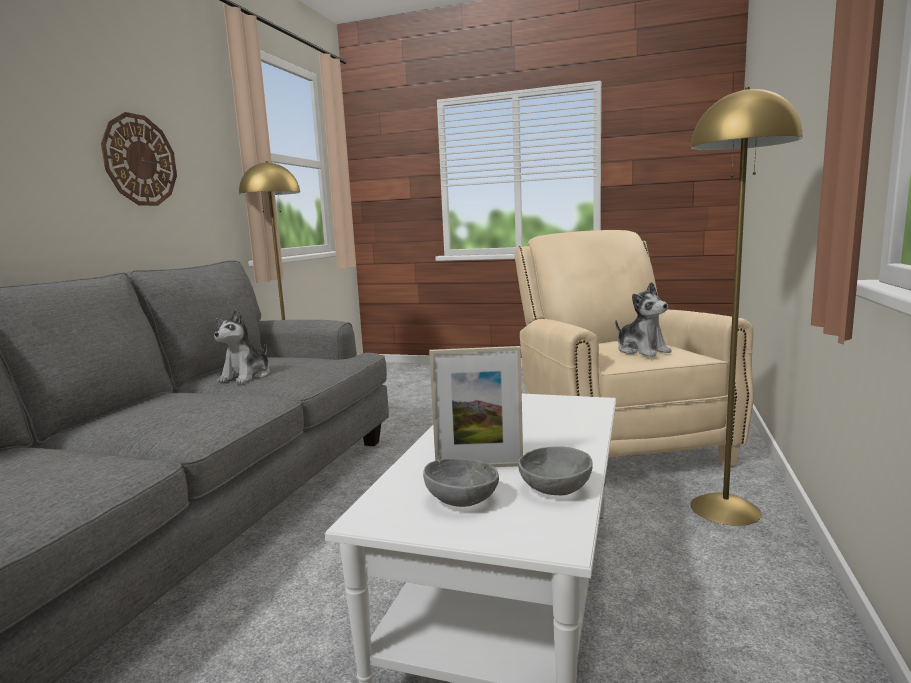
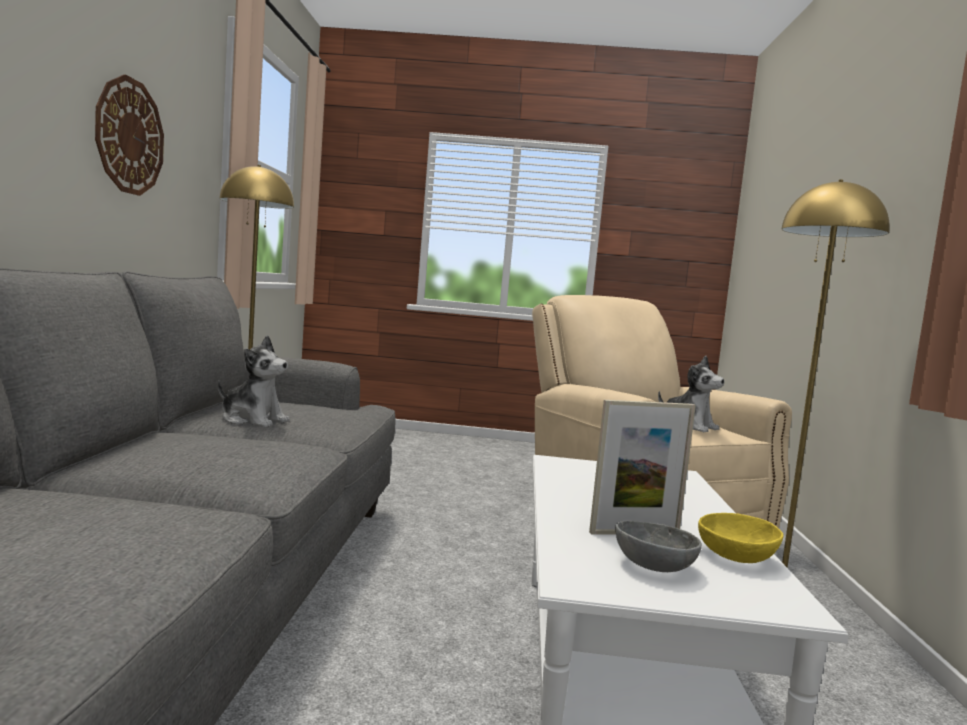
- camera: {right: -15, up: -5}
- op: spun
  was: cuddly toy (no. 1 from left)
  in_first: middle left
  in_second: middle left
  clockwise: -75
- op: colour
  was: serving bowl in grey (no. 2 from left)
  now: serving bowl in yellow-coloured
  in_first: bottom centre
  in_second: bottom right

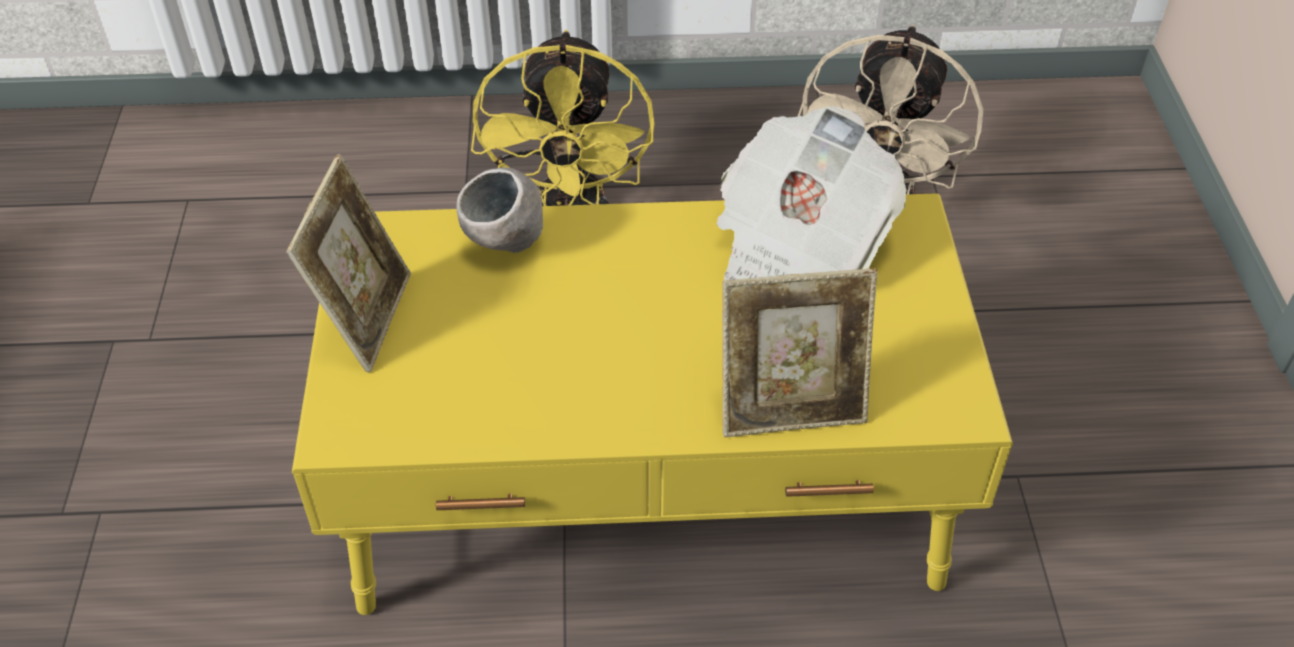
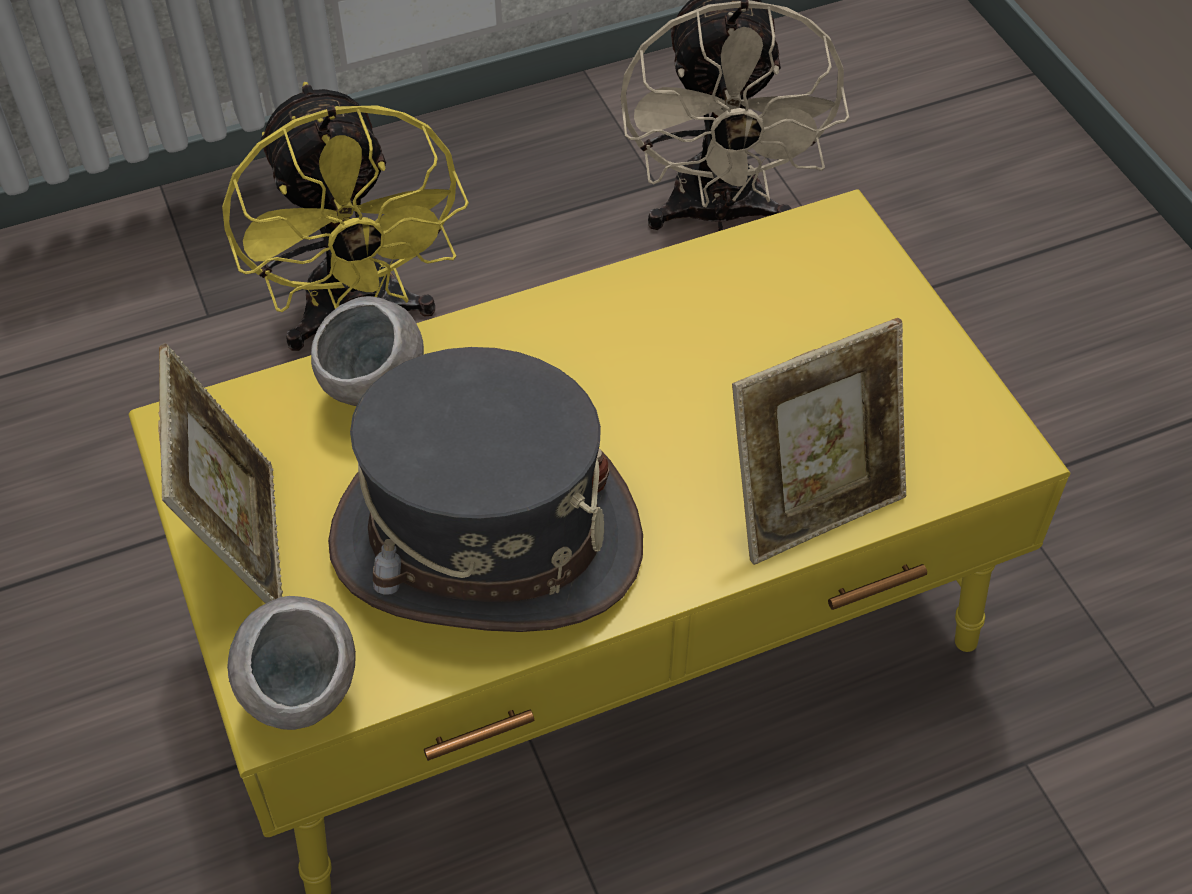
- camera: {right: -20, up: 5}
- op: missing
  was: daily paper
  in_first: top centre
- op: appeared
  now: serving bowl in grey (no. 1 from left)
  in_second: bottom left
- op: appeared
  now: wearable hat in grey
  in_second: centre

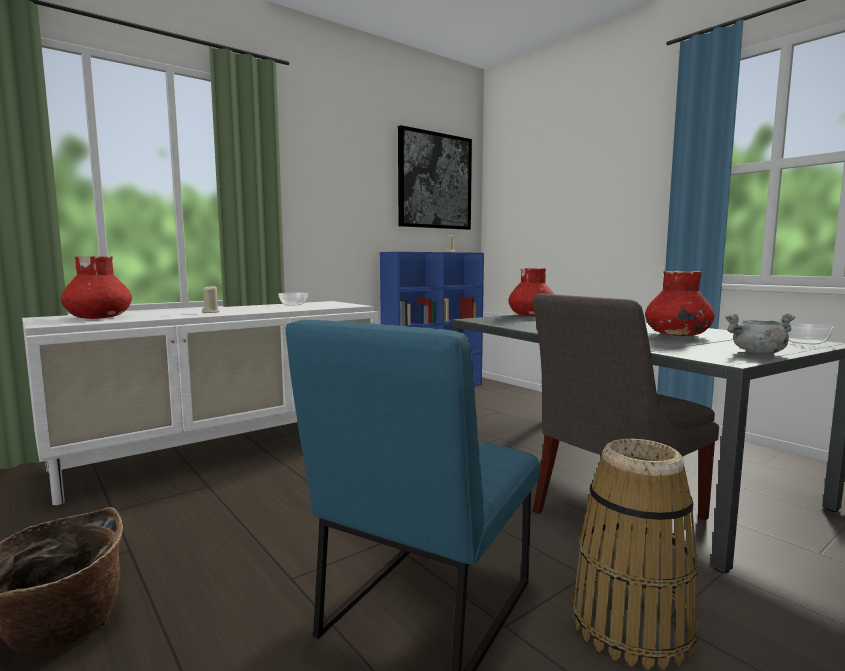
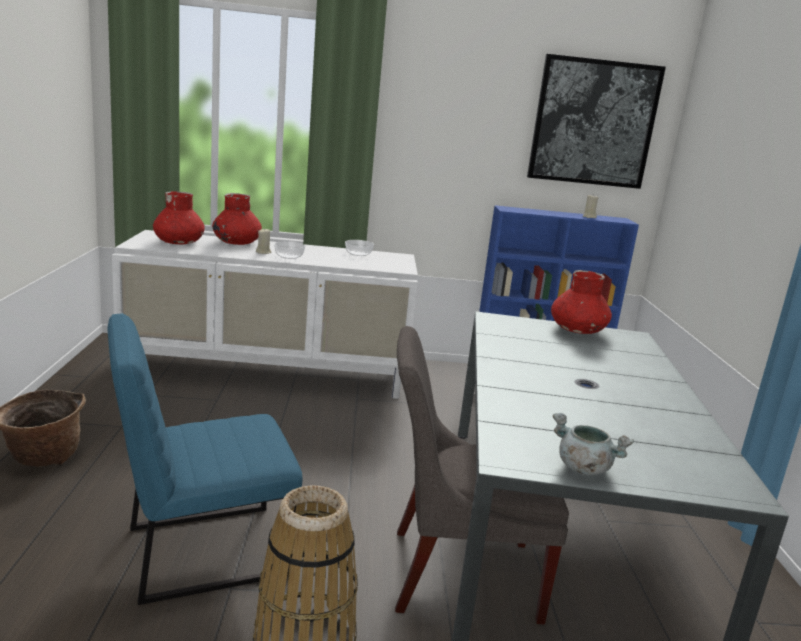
- camera: {right: 35, up: 10}
- op: relocated
  was: flower vase in red (no. 3 from left in the first image)
  now: flower vase in red (no. 2 from left)
  in_first: middle right
  in_second: middle left
- op: relocated
  was: serving bowl (no. 2 from left in the first image)
  now: serving bowl (no. 1 from left)
  in_first: middle right
  in_second: centre

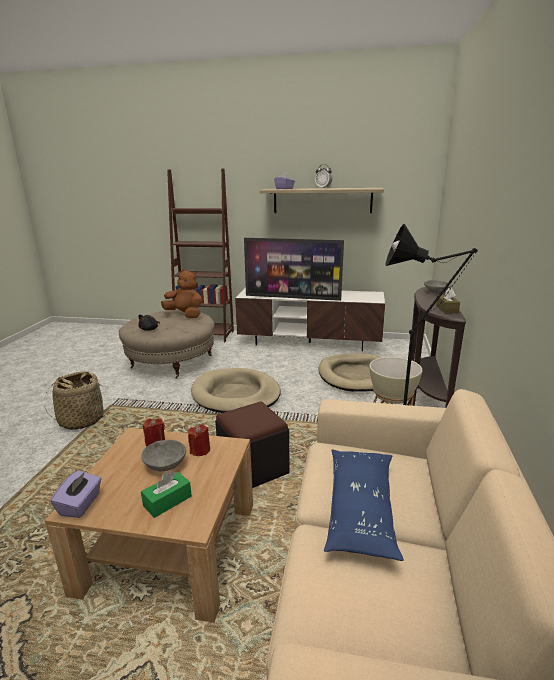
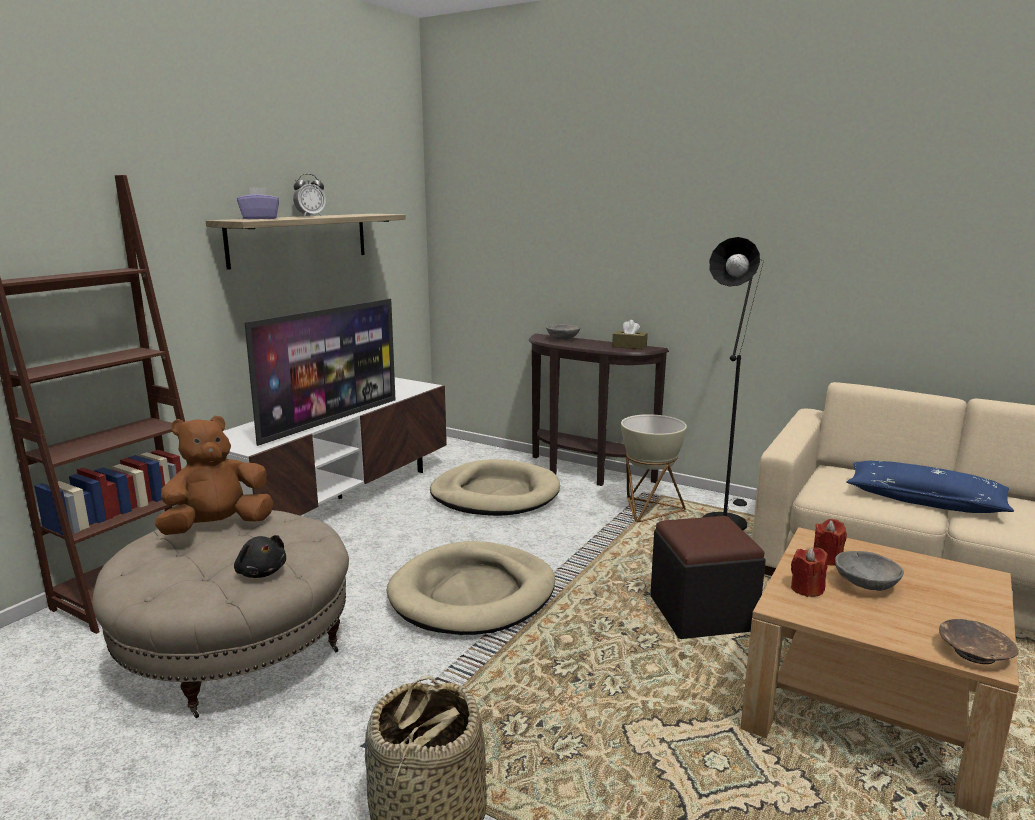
- camera: {right: -70, up: -5}
- op: exchanged
  was: tissue holder in purple (no. 1 from left)
  now: serving bowl in brown-coloured
  in_first: bottom left
  in_second: bottom right
- op: missing
  was: tissue holder in green-coloured
  in_first: bottom left

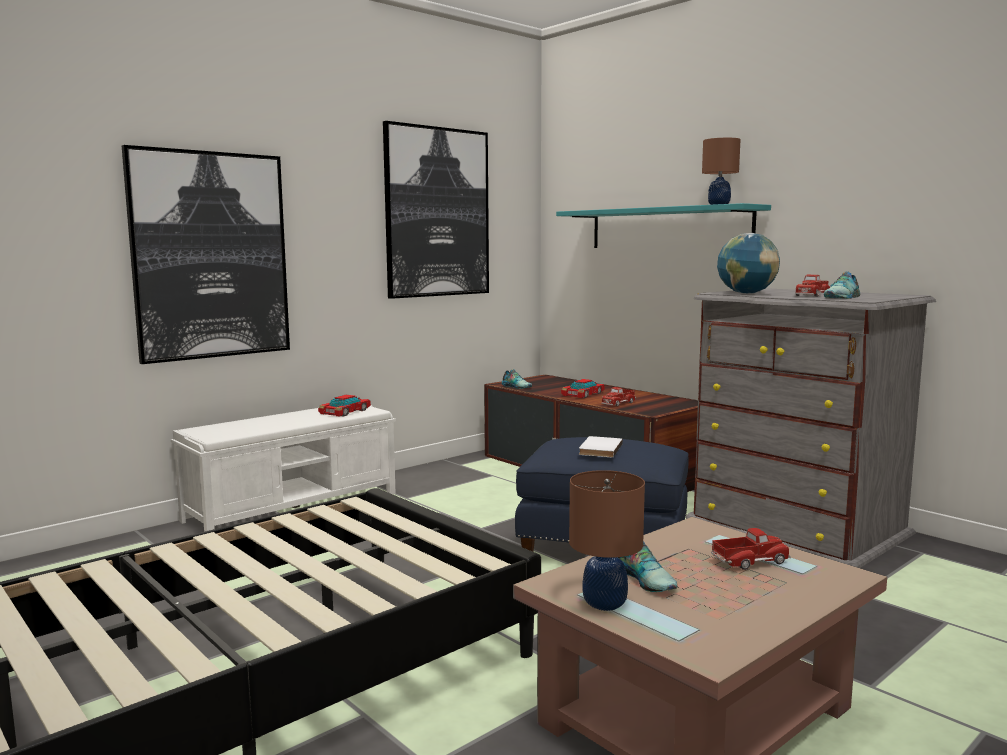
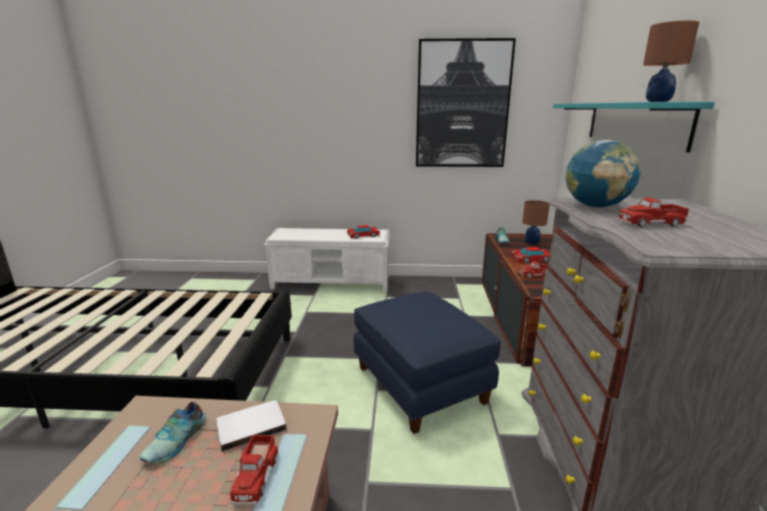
- camera: {right: 45, up: 10}
- op: missing
  was: wall picture (no. 1 from left)
  in_first: middle left
- op: relocated
  was: tabletop lamp in brown-coloured (no. 1 from left)
  in_first: bottom centre
  in_second: middle right
- op: relocated
  was: book in whitish
  in_first: centre
  in_second: bottom left
- op: spun
  was: toy lorry (no. 2 from left in the first image)
  in_first: bottom right
  in_second: bottom left
  clockwise: 60
- op: missing
  was: low shoe (no. 3 from left)
  in_first: middle right

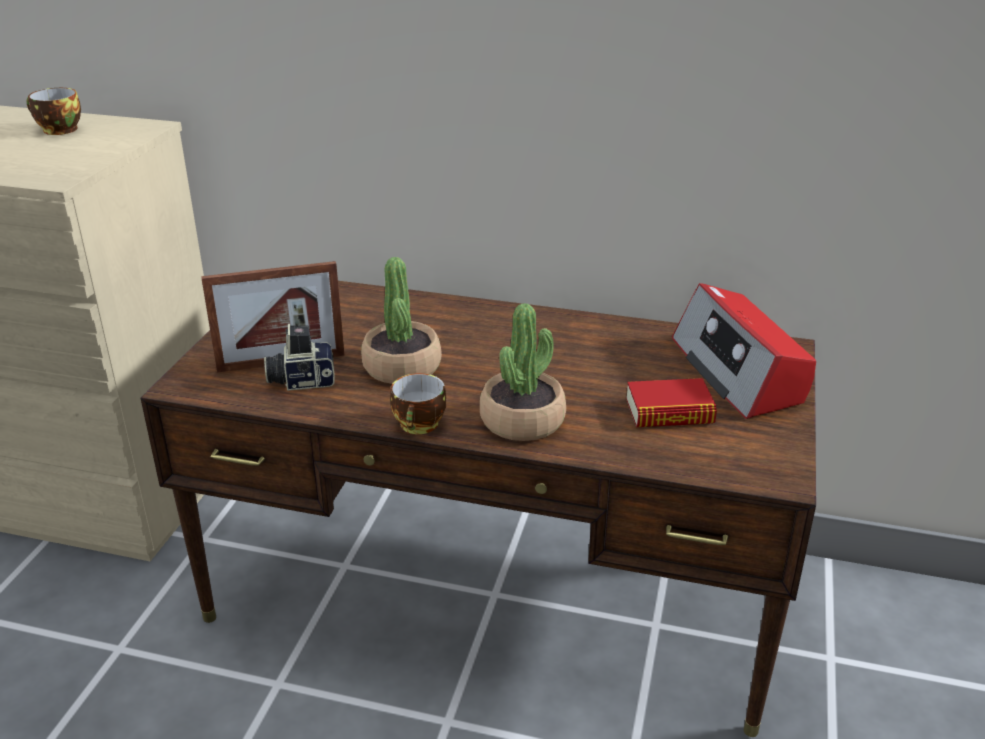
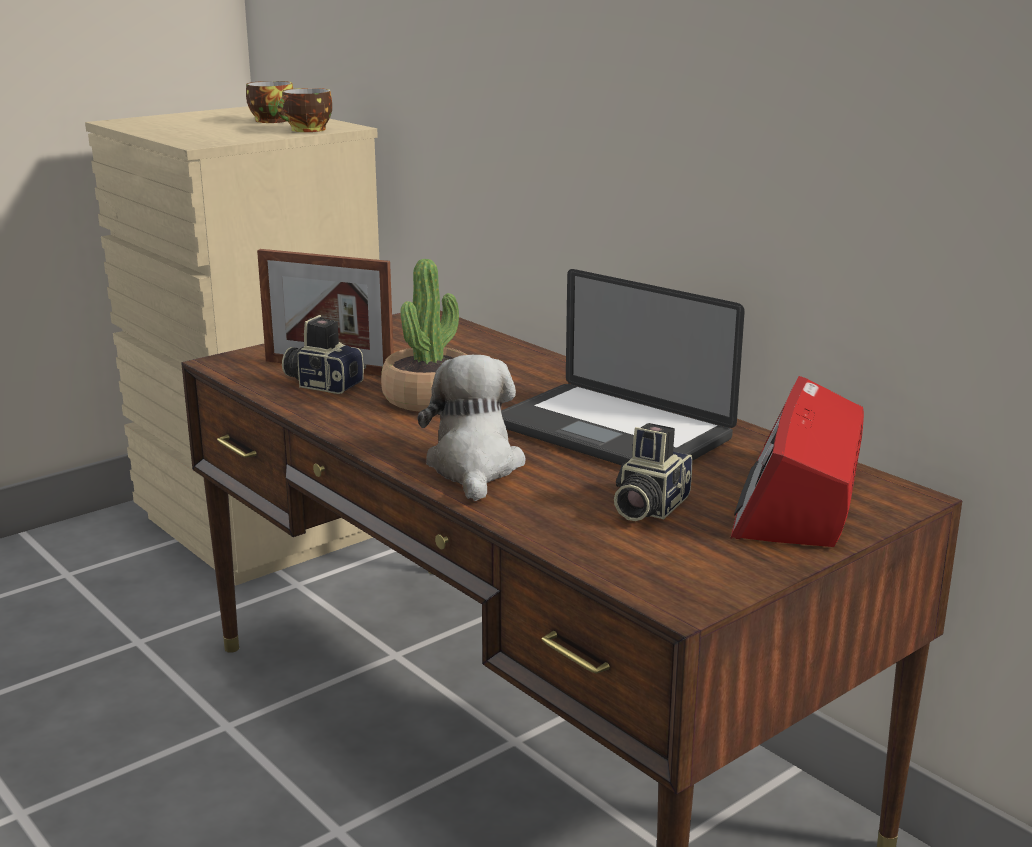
- camera: {right: 35, up: -10}
- op: relocated
  was: cup (no. 2 from left)
  in_first: centre
  in_second: top left
- op: exchanged
  was: plant in a pot (no. 2 from left)
  now: cuddly toy
  in_first: centre
  in_second: centre
- op: exchanged
  was: book
  now: photo camera (no. 2 from left)
  in_first: middle right
  in_second: centre
- op: appeared
  now: laptop
  in_second: centre

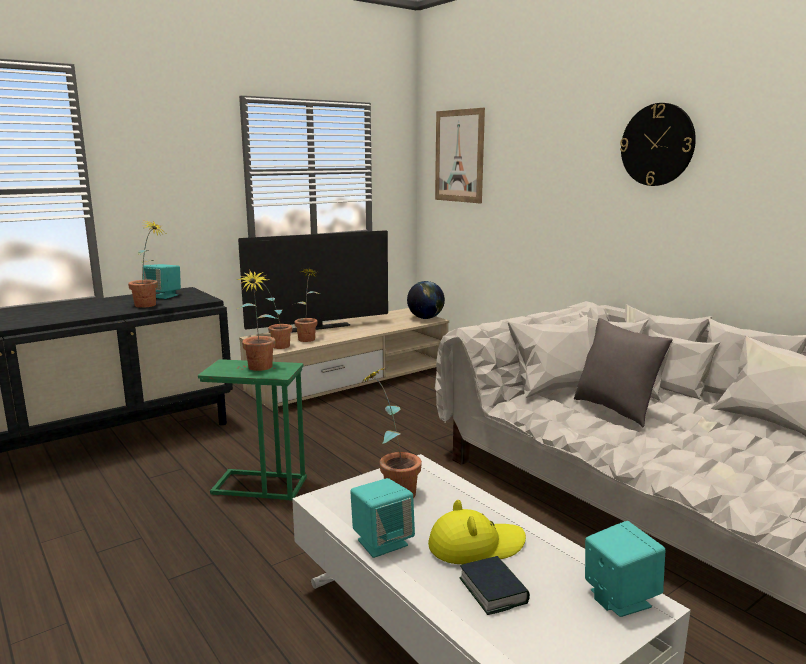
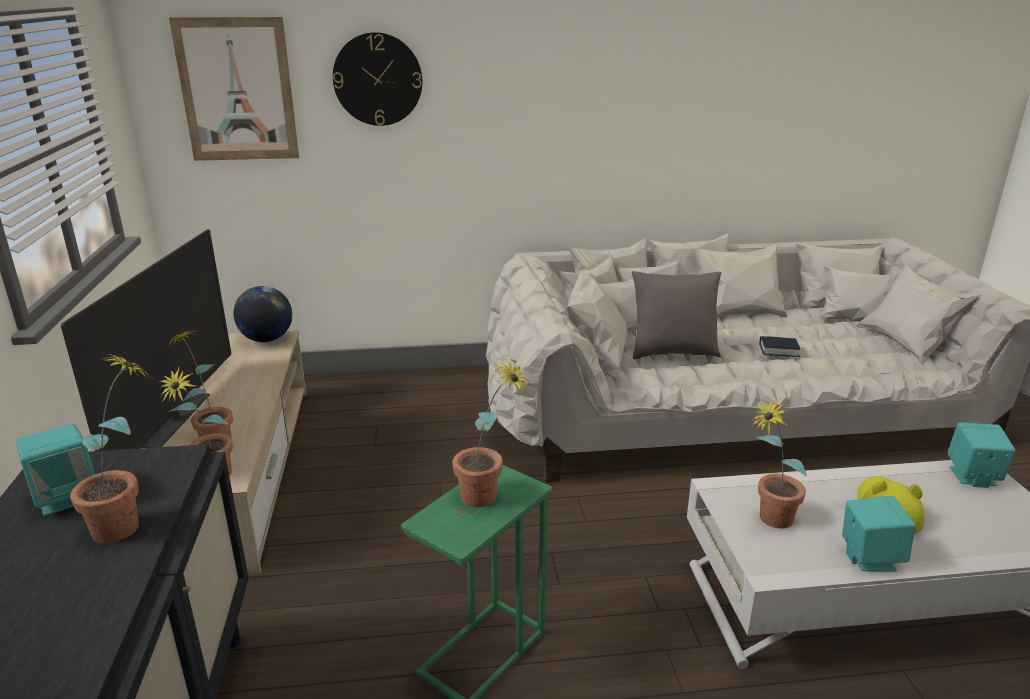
- camera: {right: -60, up: 10}
- op: relocated
  was: book
  in_first: bottom centre
  in_second: middle right
- op: relocated
  was: hanging clock
  in_first: top right
  in_second: top centre

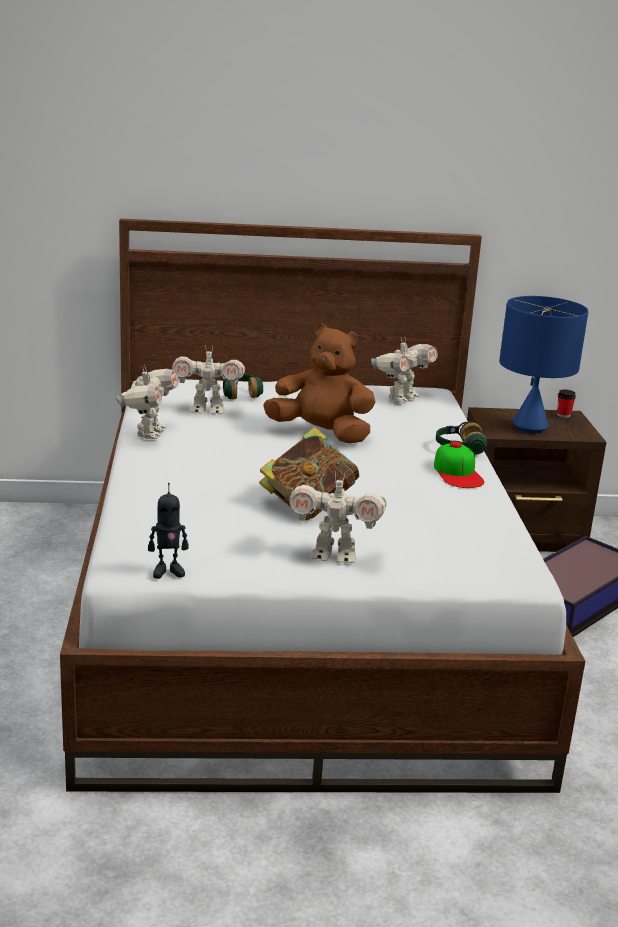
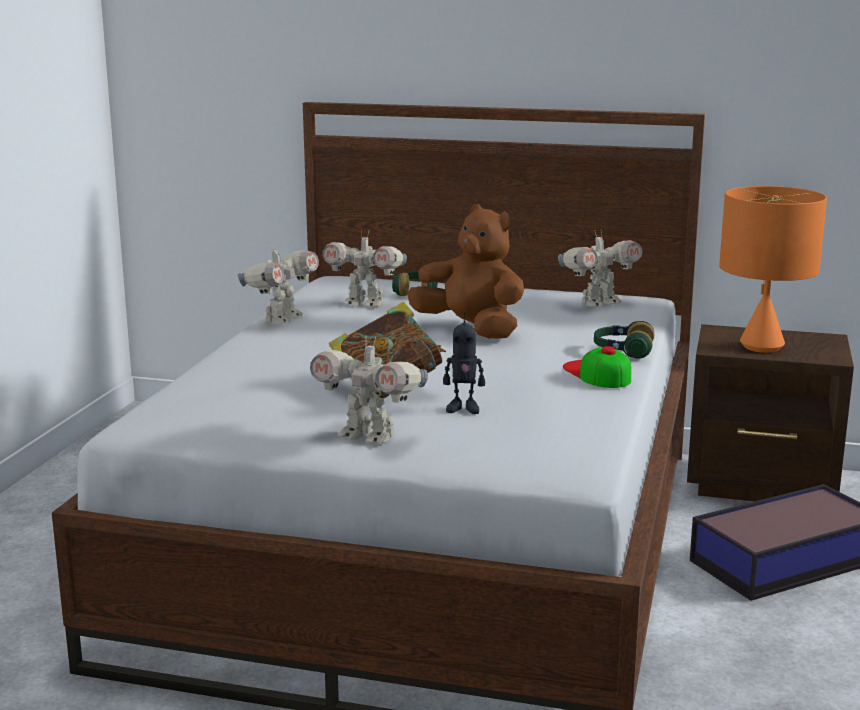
- camera: {right: 20, up: -5}
- op: relocated
  was: toy robot (no. 2 from left in the first image)
  now: toy robot (no. 4 from left)
  in_first: middle left
  in_second: centre
- op: spun
  was: peaked cap
  in_first: middle right
  in_second: middle right
  clockwise: 150
- op: colour
  was: tabletop lamp in blue
  now: tabletop lamp in orange
  in_first: middle right
  in_second: middle right
- op: missing
  was: cup
  in_first: middle right

